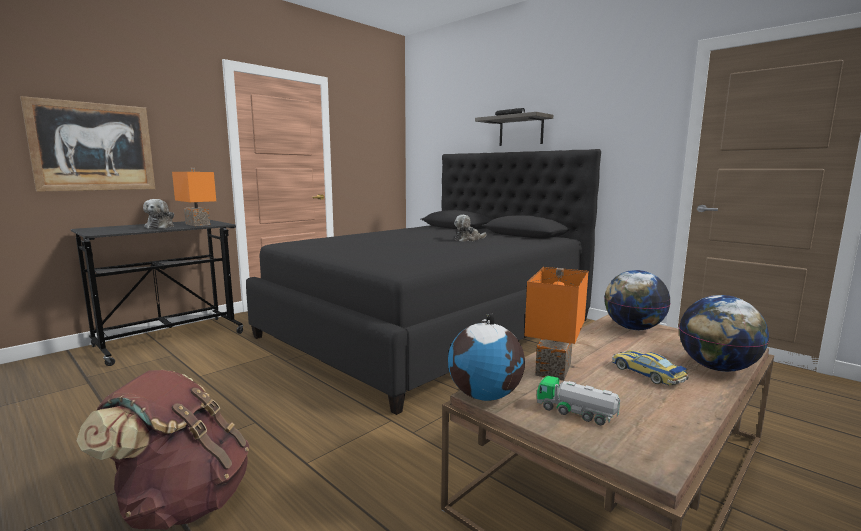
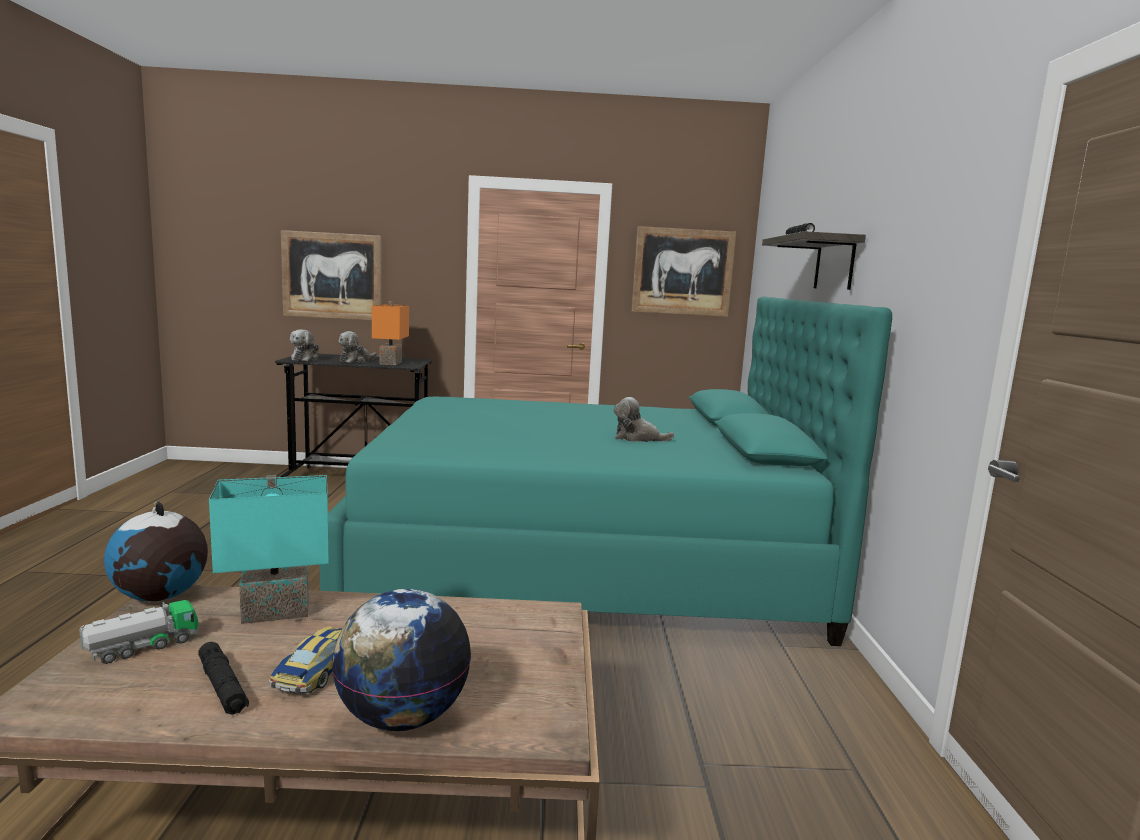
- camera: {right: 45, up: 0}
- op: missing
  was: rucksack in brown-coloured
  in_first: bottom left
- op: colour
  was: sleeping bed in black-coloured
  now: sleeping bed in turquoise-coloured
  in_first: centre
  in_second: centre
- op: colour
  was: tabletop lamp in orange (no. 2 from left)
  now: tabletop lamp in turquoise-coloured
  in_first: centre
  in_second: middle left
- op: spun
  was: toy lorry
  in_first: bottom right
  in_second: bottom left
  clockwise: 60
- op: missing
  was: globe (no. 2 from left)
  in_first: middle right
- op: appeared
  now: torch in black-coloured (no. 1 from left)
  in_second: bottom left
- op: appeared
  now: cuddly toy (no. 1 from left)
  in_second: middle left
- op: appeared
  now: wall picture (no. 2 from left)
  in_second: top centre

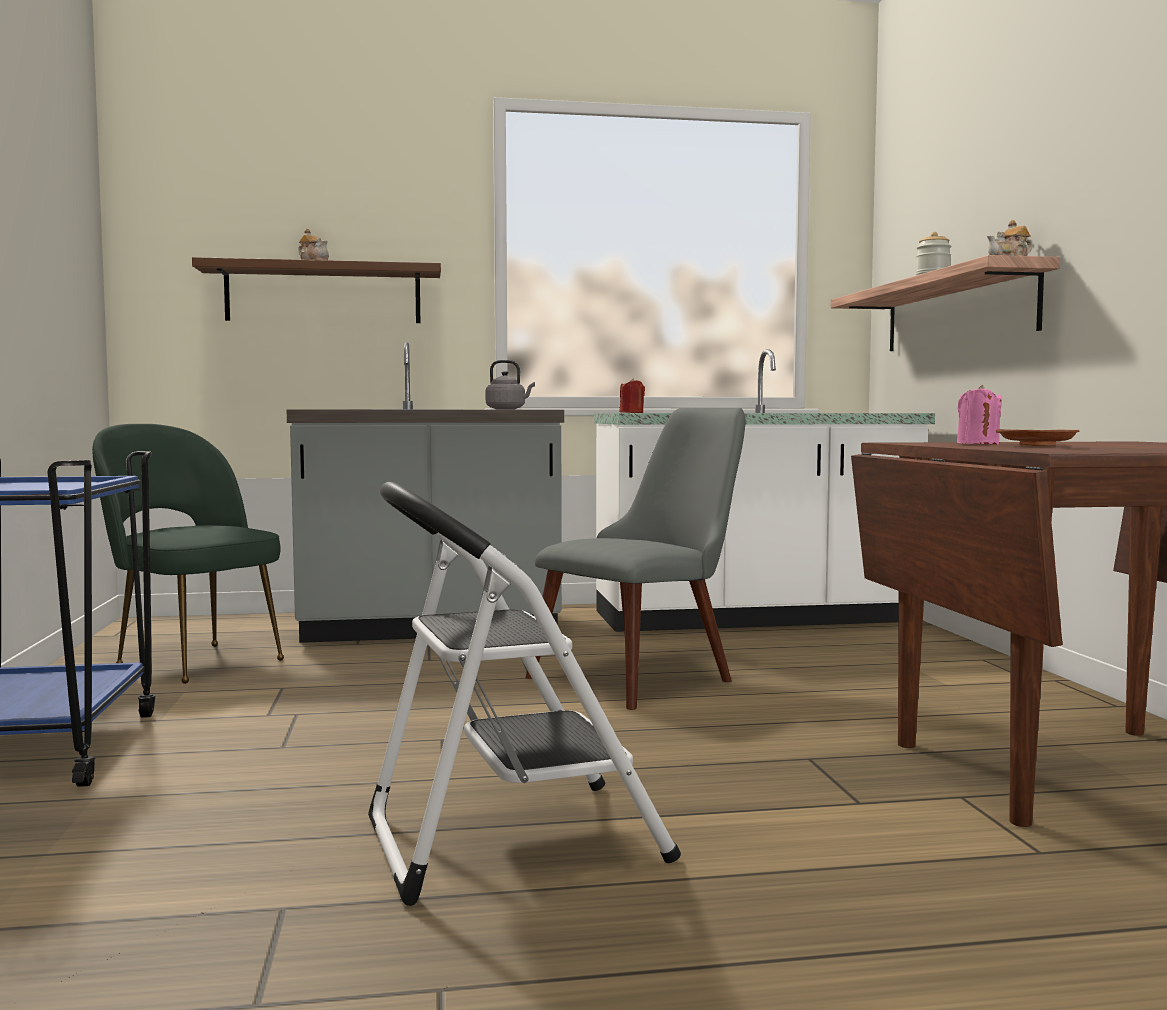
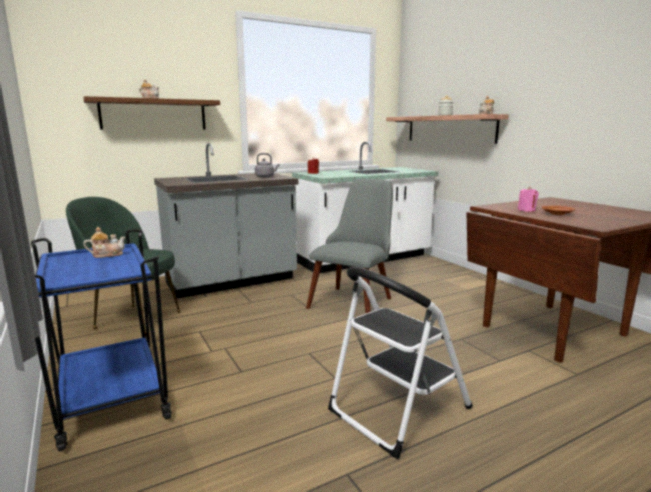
- camera: {right: -20, up: 10}
- op: appeared
  now: tea pot (no. 1 from left)
  in_second: middle left

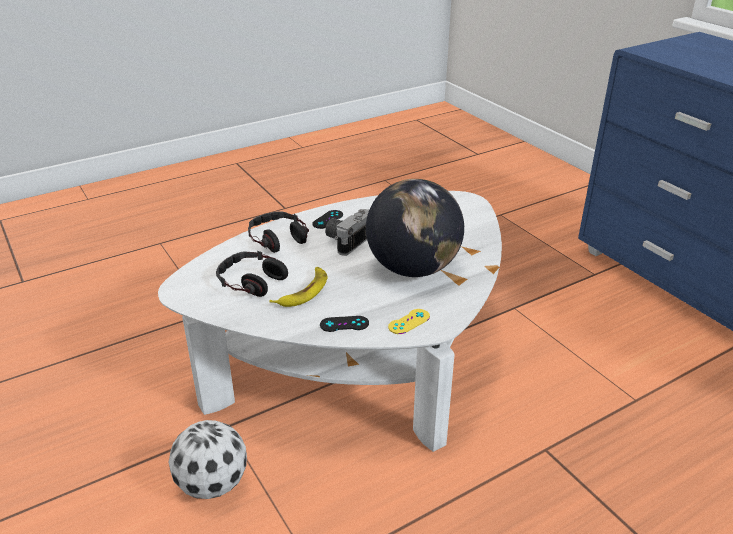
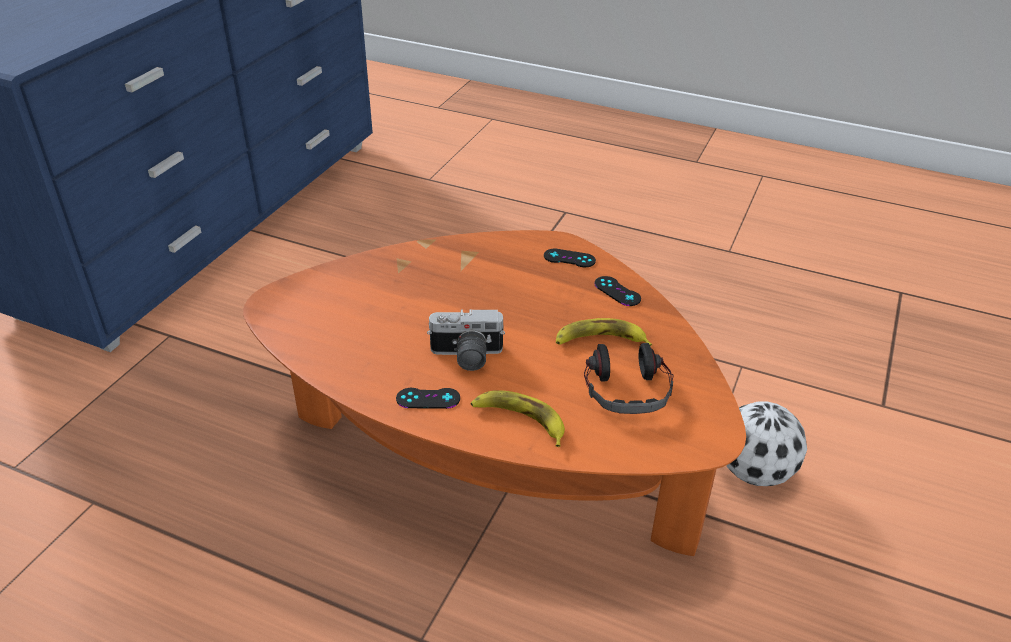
- camera: {right: -125, up: 5}
- op: colour
  was: coffee table in whitish
  now: coffee table in orange
  in_first: centre
  in_second: centre
- op: exchanged
  was: headphones (no. 2 from left)
  now: banana (no. 1 from left)
  in_first: centre
  in_second: centre
- op: missing
  was: globe
  in_first: centre
- op: colour
  was: gamepad in yellow-coloured
  now: gamepad in black-coloured (no. 2 from left)
  in_first: centre
  in_second: centre

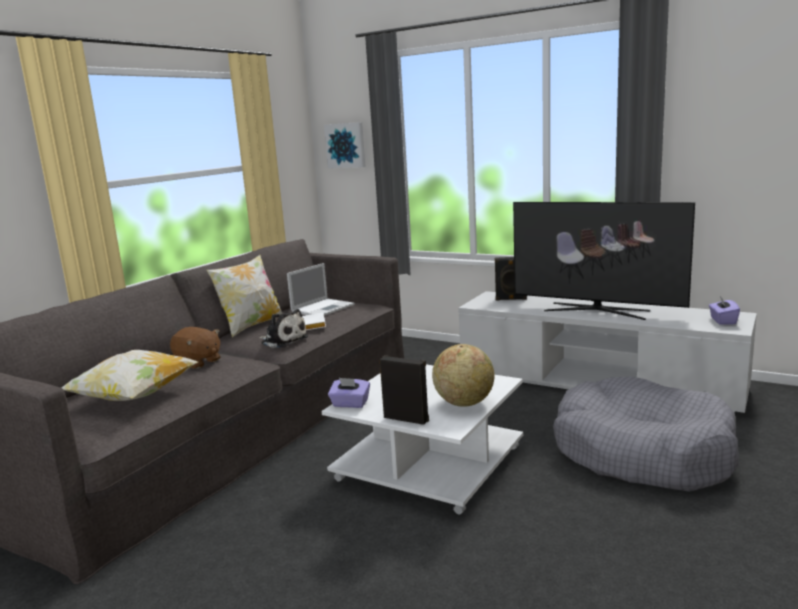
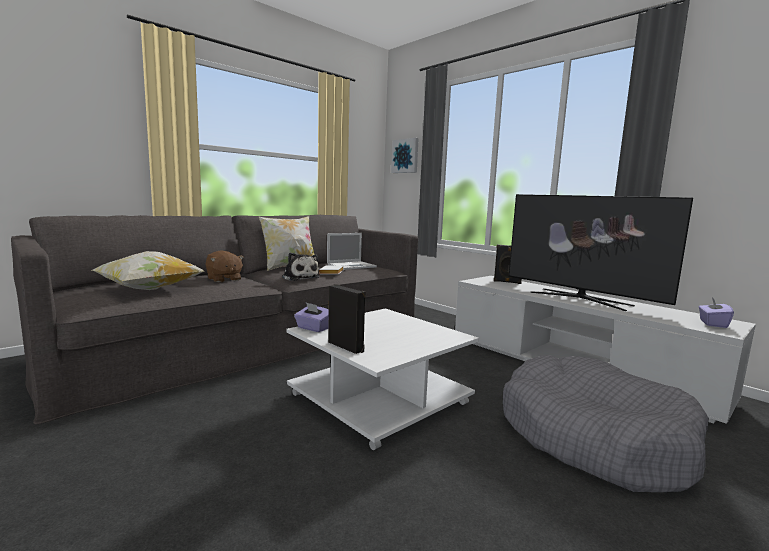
- camera: {right: 15, up: -5}
- op: missing
  was: globe
  in_first: centre

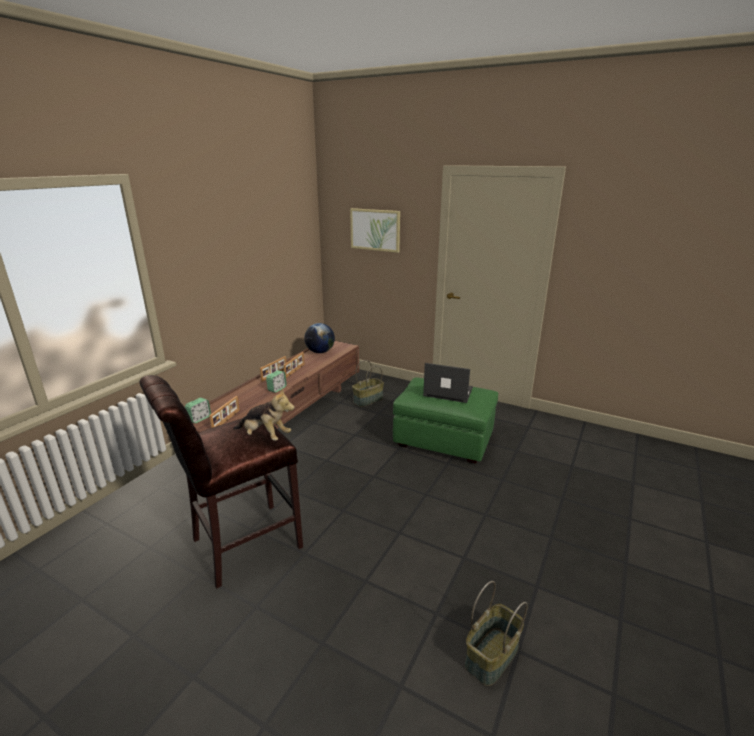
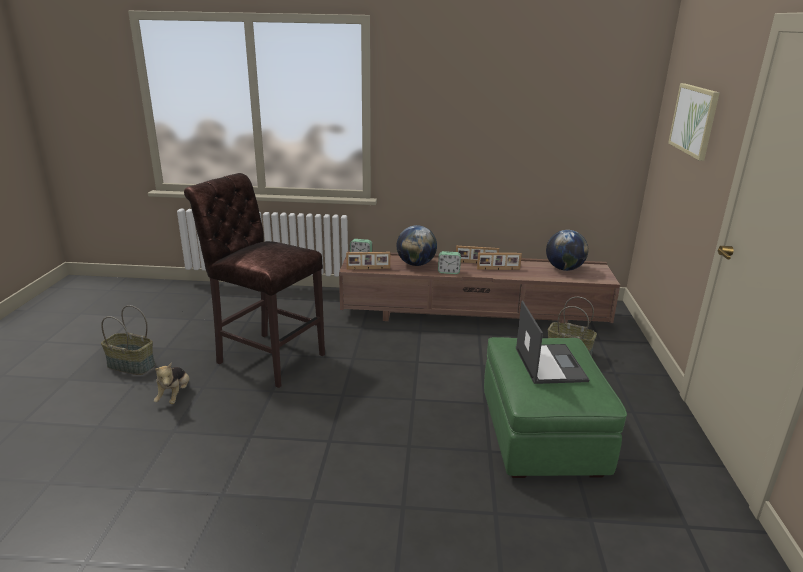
- camera: {right: 65, up: 0}
- op: relocated
  was: cuddly toy
  in_first: centre
  in_second: bottom left
- op: relocated
  was: household basket (no. 2 from left in the first image)
  now: household basket (no. 1 from left)
  in_first: bottom centre
  in_second: middle left
- op: appeared
  now: globe (no. 1 from left)
  in_second: centre

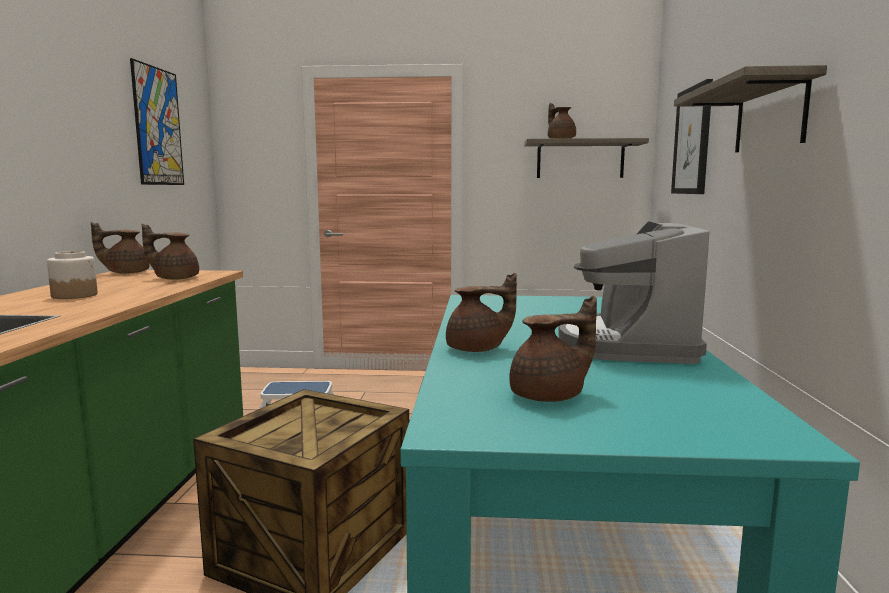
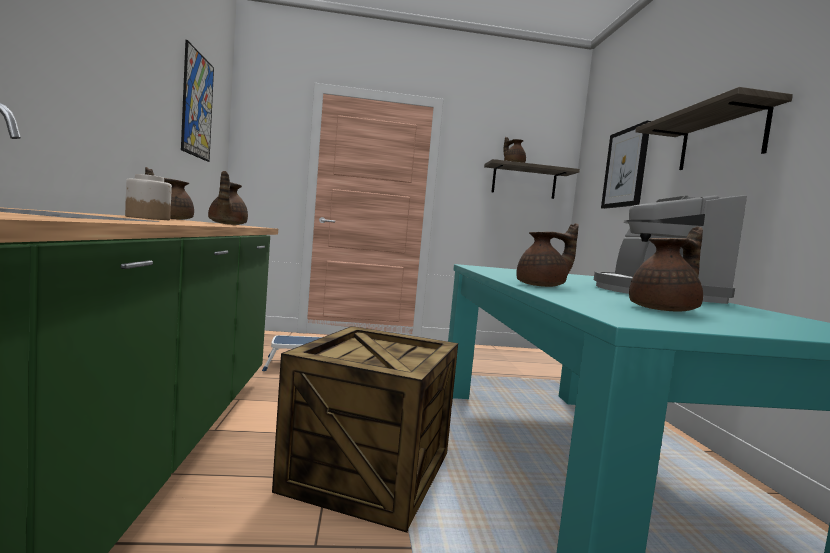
- camera: {right: -10, up: -5}
- op: spun
  was: tea pot in brown-coloured (no. 2 from left)
  in_first: middle left
  in_second: middle left
  clockwise: -90

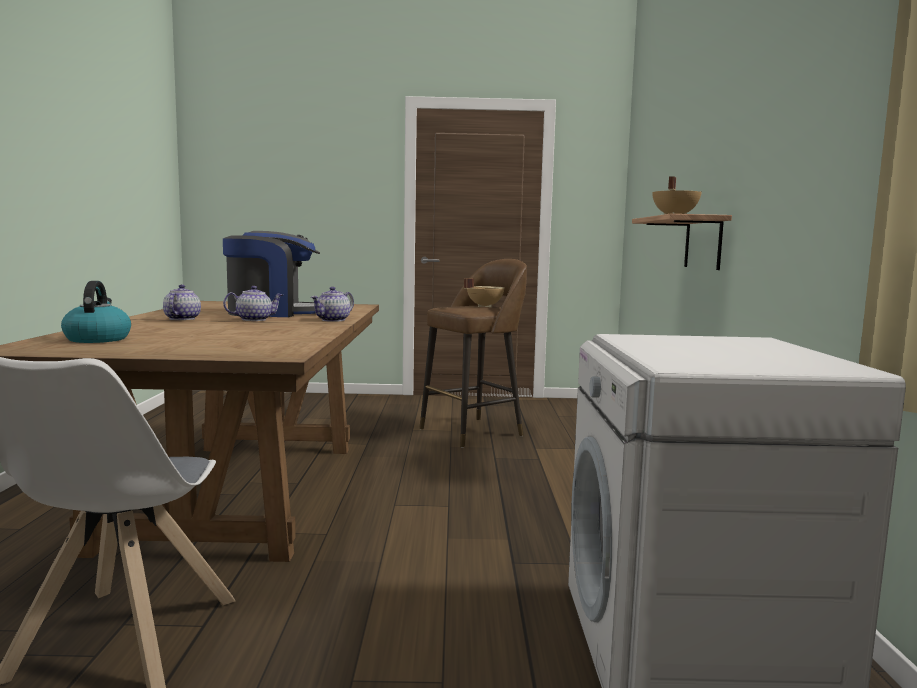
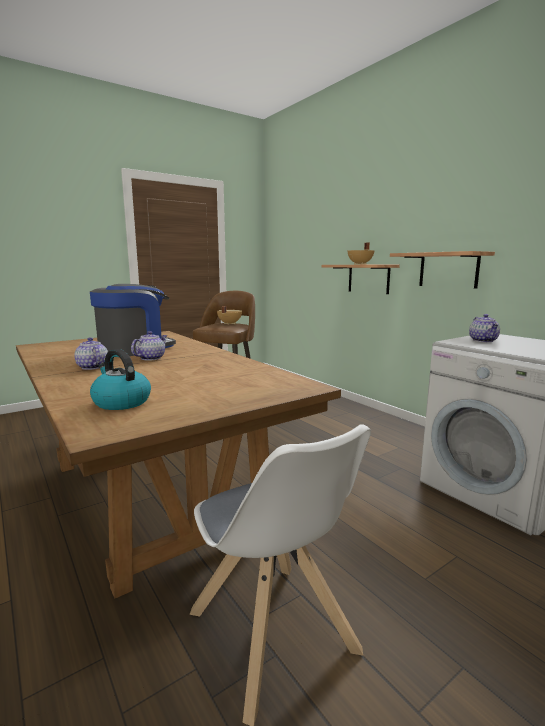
- camera: {right: -35, up: 5}
- op: relocated
  was: tea pot (no. 3 from left)
  in_first: centre
  in_second: middle right
- op: appeared
  now: bracket shelf (no. 2 from left)
  in_second: middle right

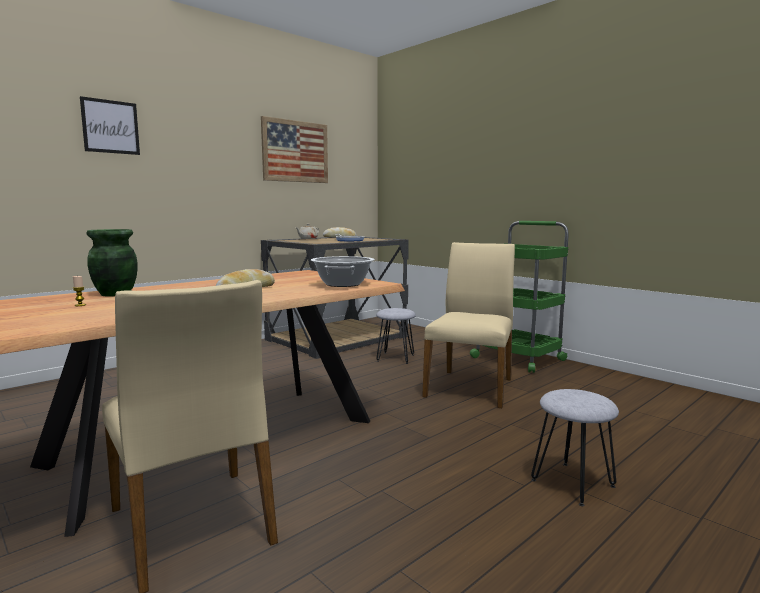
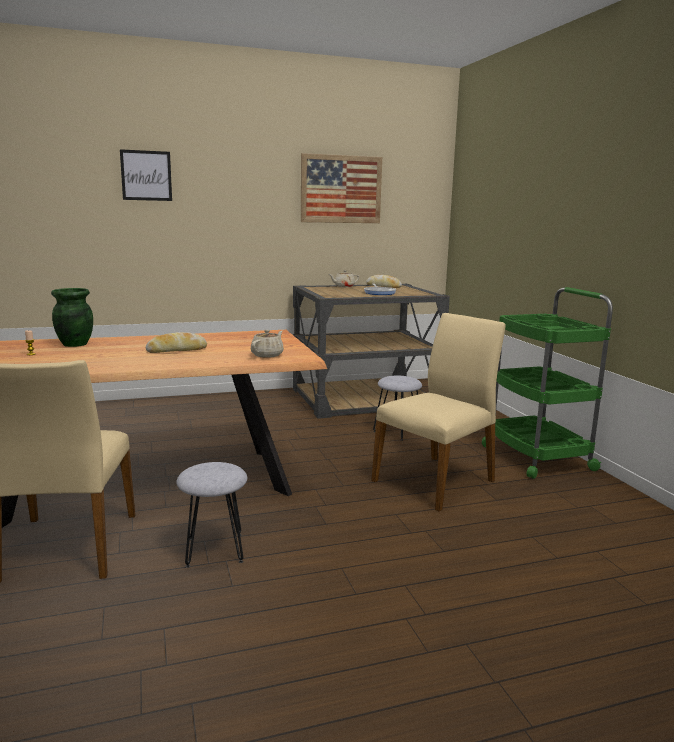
- camera: {right: 25, up: 5}
- op: exchanged
  was: cooking pot
  now: tea pot in beige (no. 1 from left)
  in_first: centre
  in_second: centre
- op: relocated
  was: sitting stool in grey (no. 2 from left in the first image)
  now: sitting stool in grey (no. 1 from left)
  in_first: bottom right
  in_second: bottom left

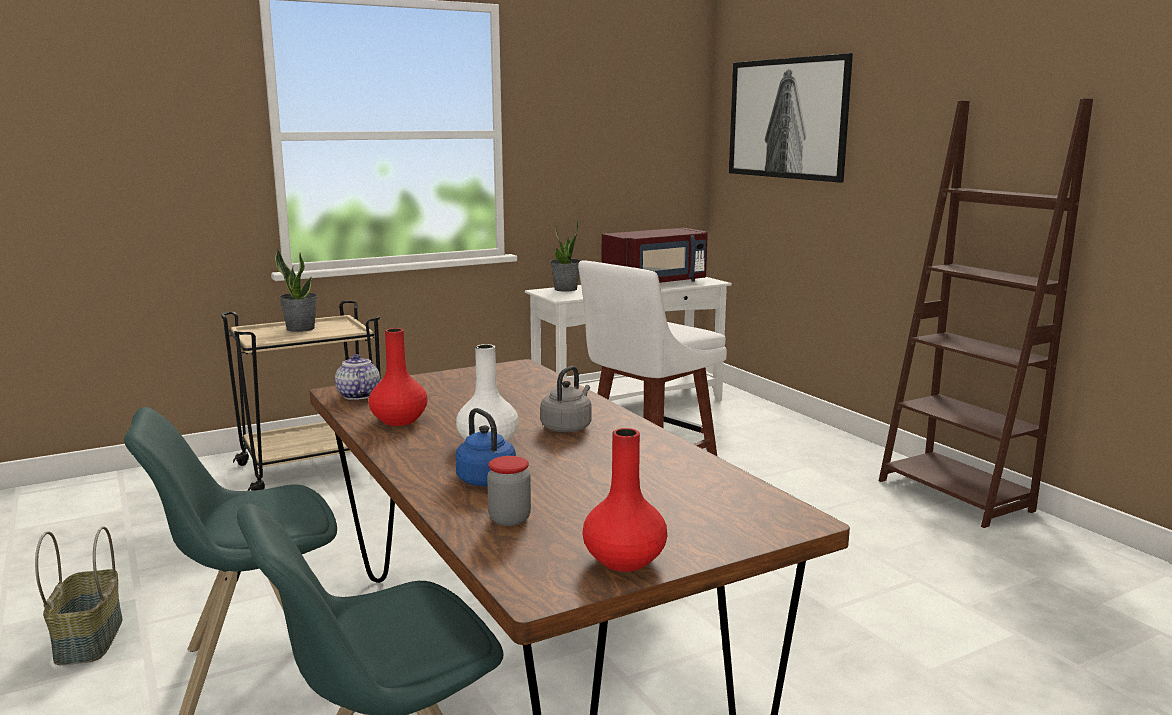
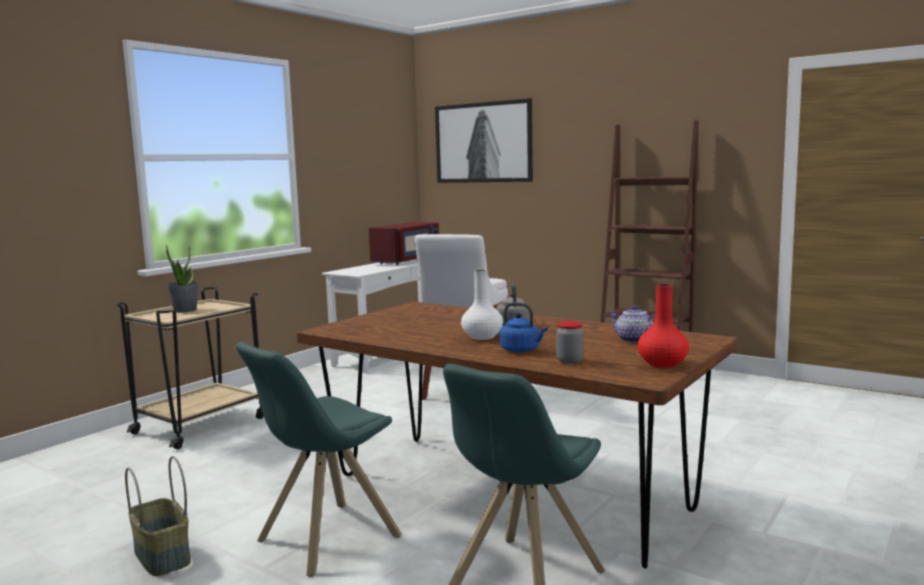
- camera: {right: -25, up: -5}
- op: relocated
  was: tea pot
  in_first: middle left
  in_second: middle right
- op: missing
  was: flower vase in red (no. 1 from left)
  in_first: centre
- op: missing
  was: plant in a pot (no. 2 from left)
  in_first: centre

